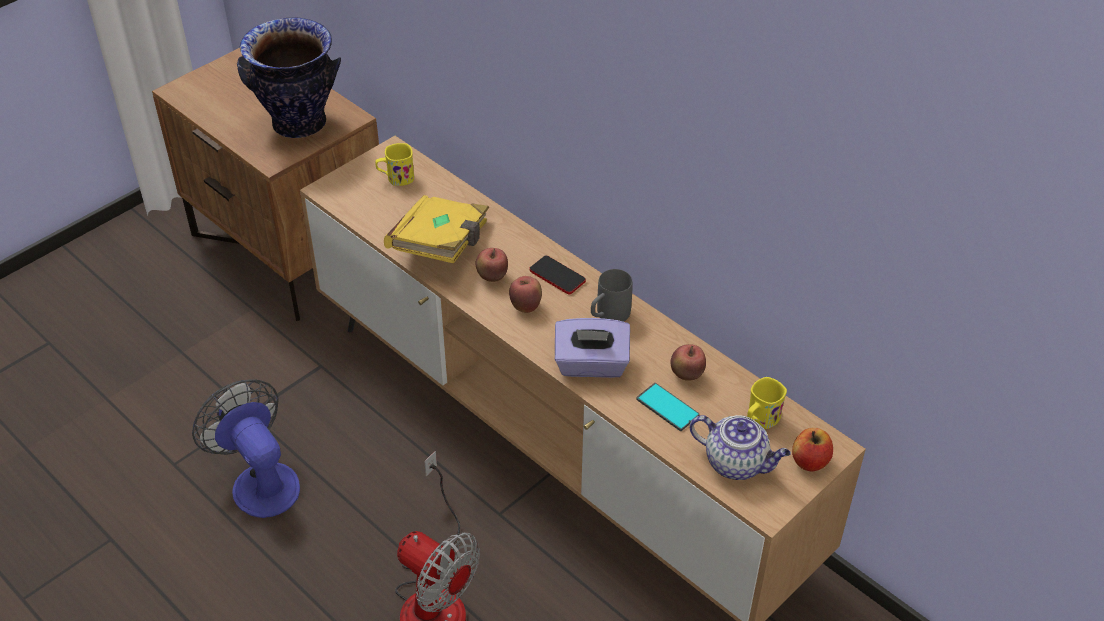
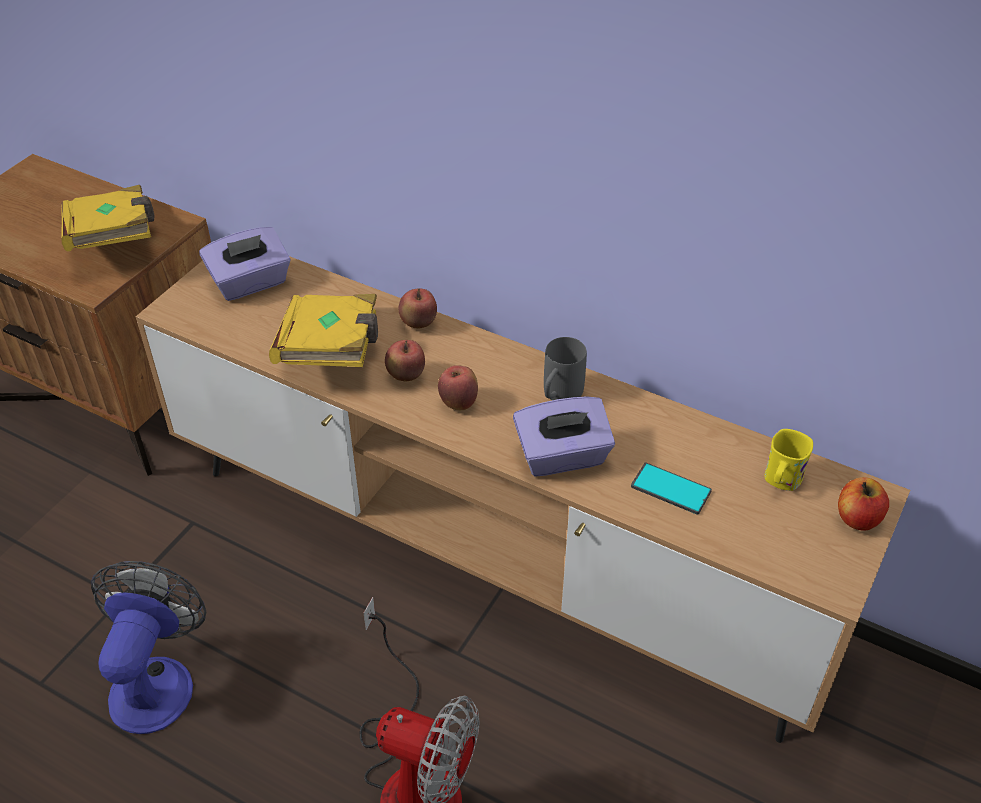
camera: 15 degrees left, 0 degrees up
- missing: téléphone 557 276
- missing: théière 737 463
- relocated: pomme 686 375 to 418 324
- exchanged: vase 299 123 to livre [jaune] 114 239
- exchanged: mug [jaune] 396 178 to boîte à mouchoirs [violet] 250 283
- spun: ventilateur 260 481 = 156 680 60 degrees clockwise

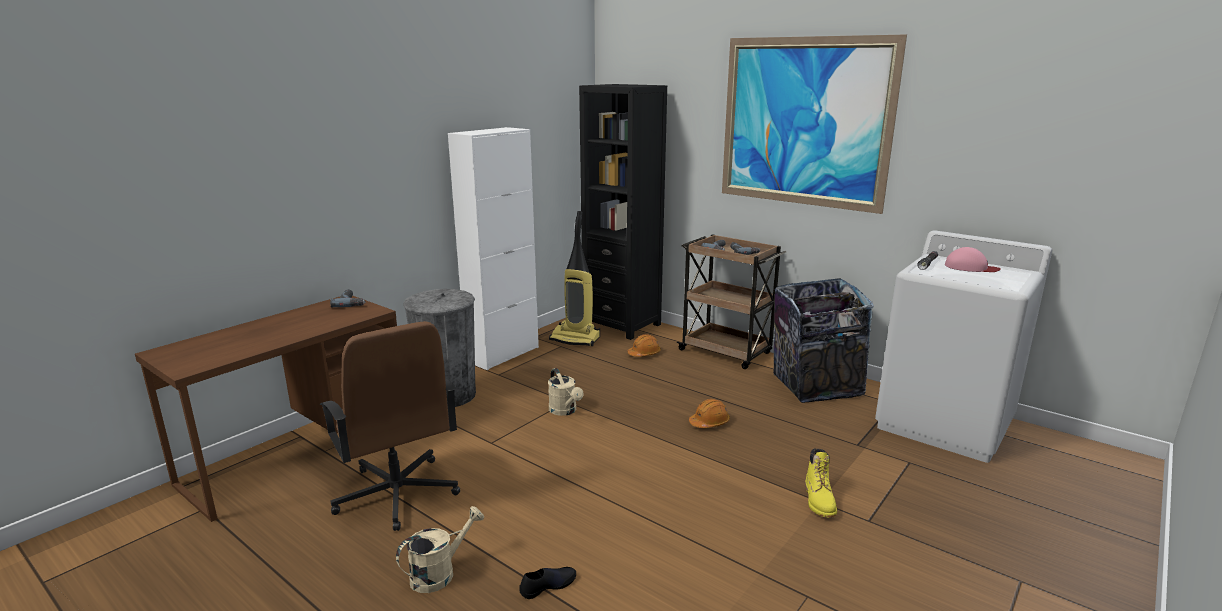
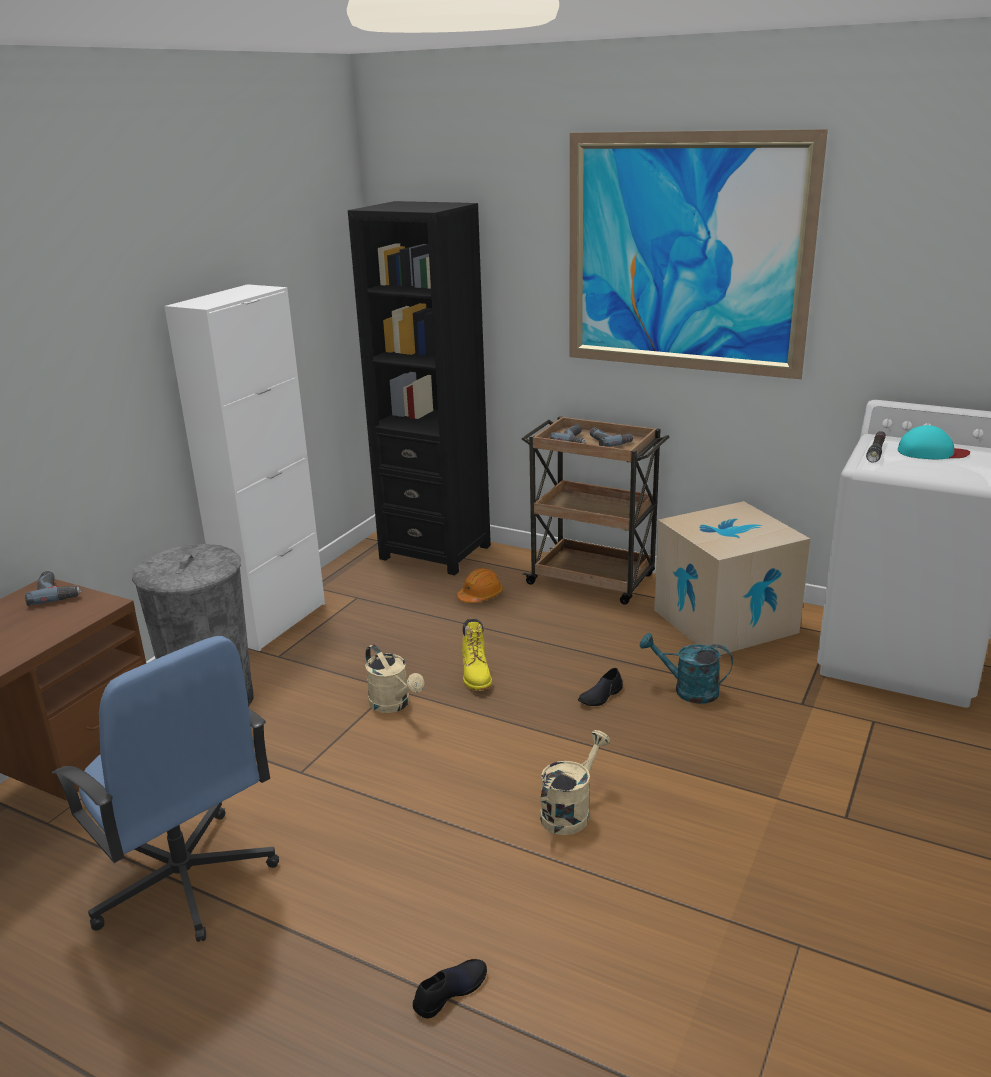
camera: 10 degrees left, 5 degrees up
- missing: aspirateur 576 339
- appeared: arrosoir [turquoise] 688 690
- relocated: arrosoir [beige] 440 573 to 570 811
- relocated: botte [jaune] 819 501 to 476 675
- exchanged: casque de chantier [orange] 709 422 to chaussure [noir] 600 696
- exchanged: poubelle 815 387 to carton 724 621
- colour: chaise de bureau [marron] 397 494 to chaise de bureau [bleu] 184 880
- colour: casquette [rose] 970 267 to casquette [turquoise] 931 452

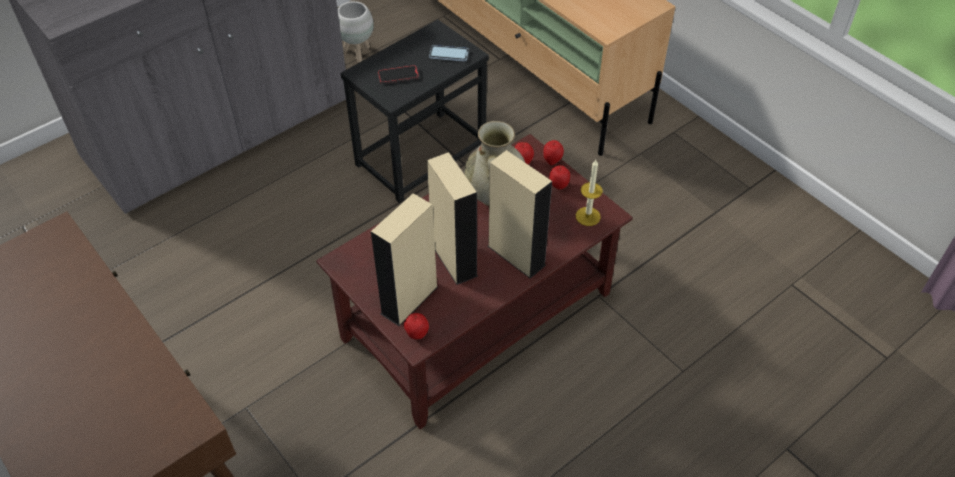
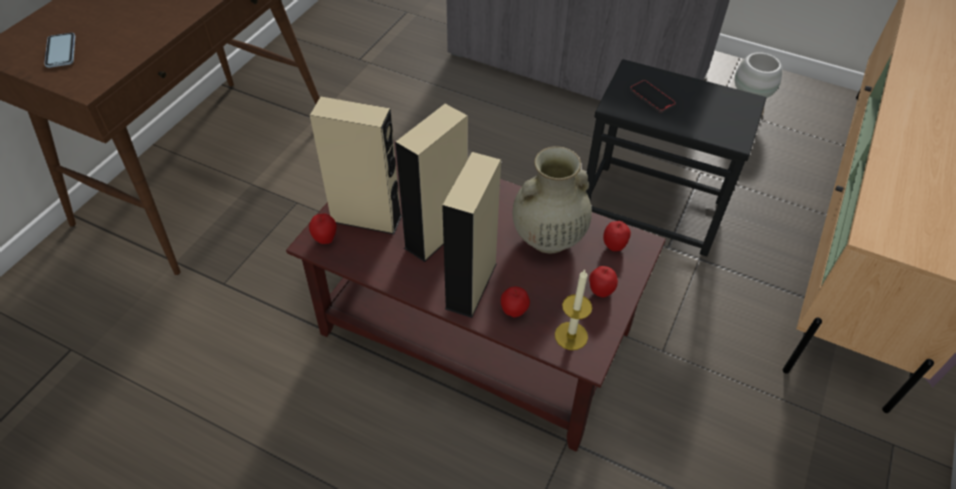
camera: 65 degrees right, 0 degrees up
- relocated: téléphone 449 54 to 61 51
- relocated: pomme 552 161 to 514 312

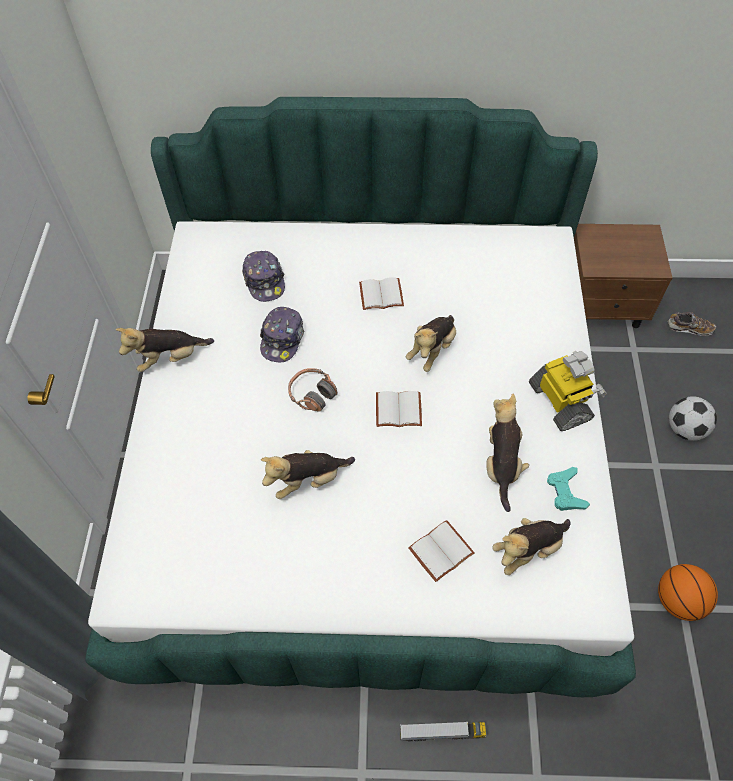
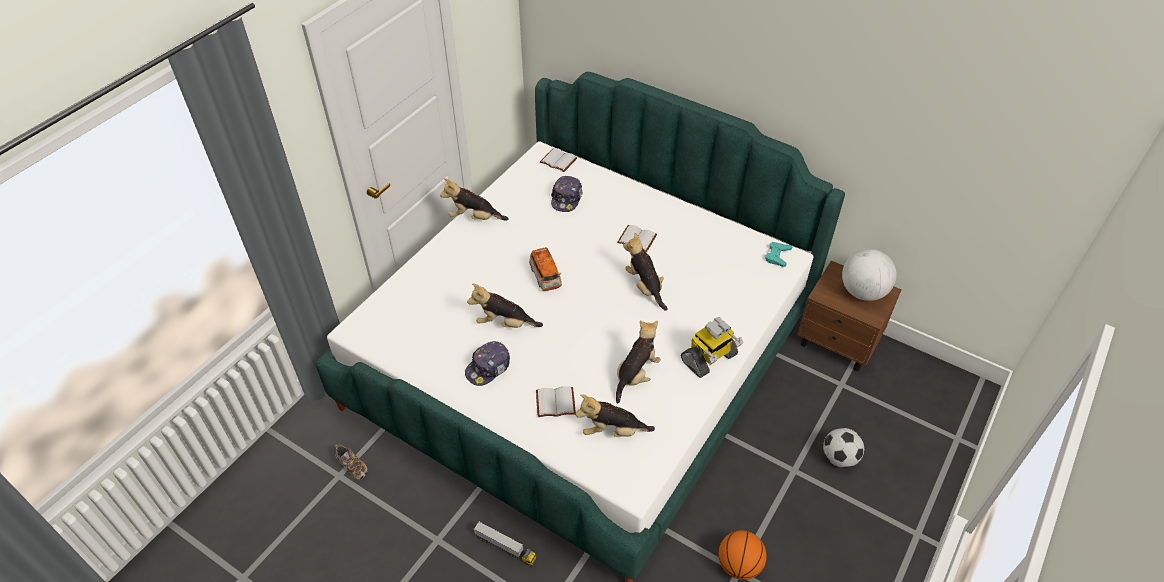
camera: 30 degrees right, 10 degrees down
- appeared: globe 863 292
- relocated: casquette 282 339 to 488 368
- relocated: livre [blanc] 397 411 to 557 161
- relocated: manette [turquoise] 565 492 to 777 256
- relocated: chaussure 689 328 to 352 466
- exchanged: casque audio 312 394 to petite voiture 545 277
- spun: peluche 432 350 = 645 287 90 degrees clockwise
- spun: robot jouet 561 402 = 709 358 45 degrees clockwise

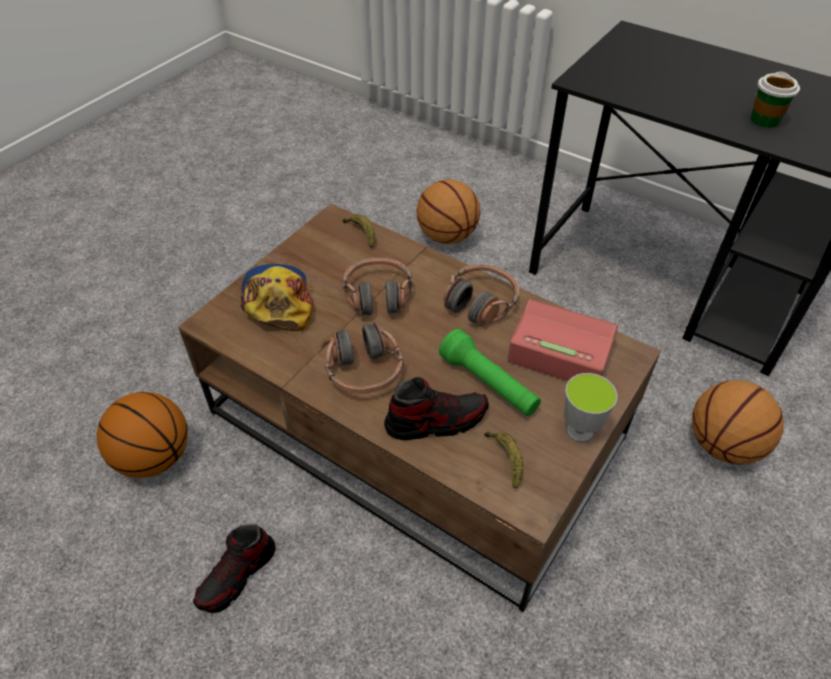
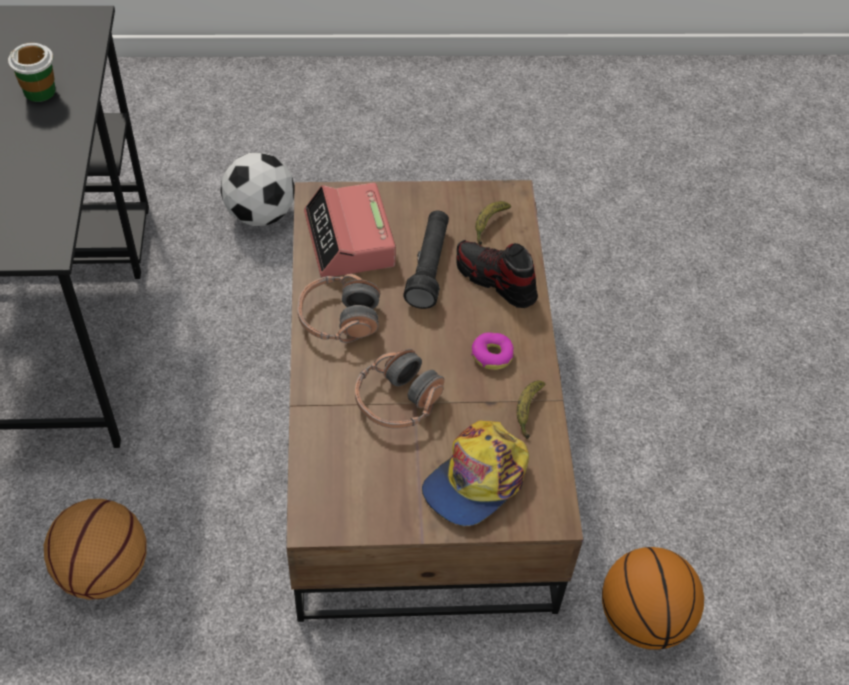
camera: 130 degrees left, 5 degrees up
- missing: chaussure 237 575
- missing: tasse 579 431
- relocated: banane 361 233 to 527 411
- exchanged: casque audio 364 370 to beignet 492 355
- exchanged: ballon de basket 723 446 to ballon de foot 260 214
- colour: lampe de poche [vert] 489 384 to lampe de poche [noir] 429 267

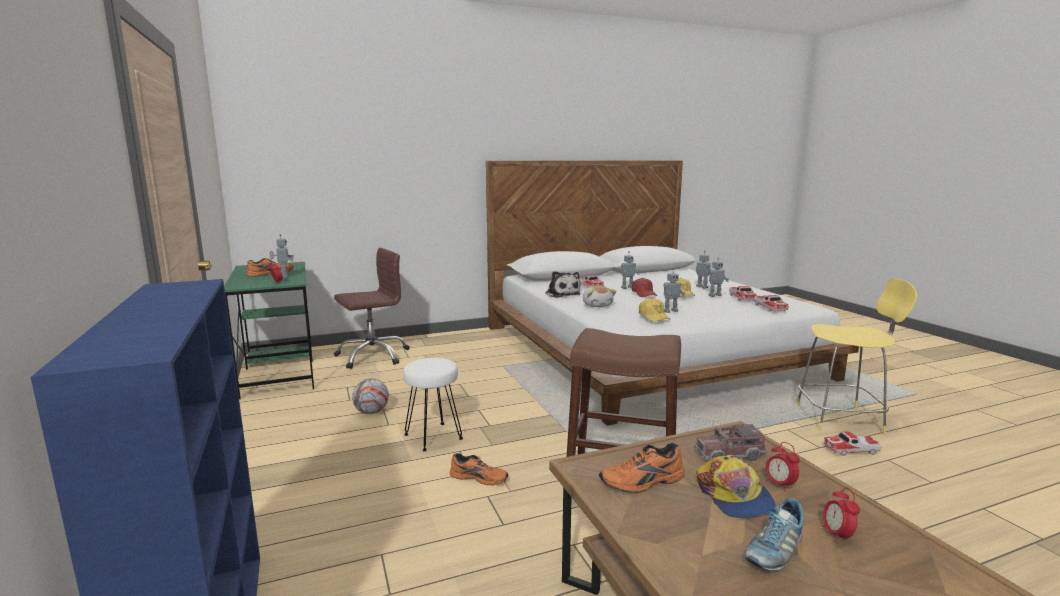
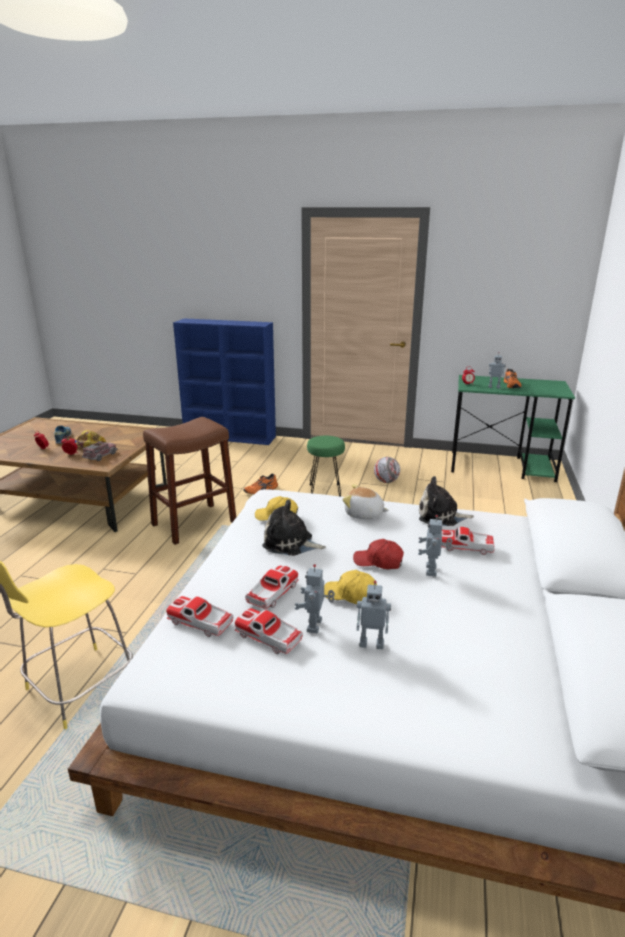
camera: 125 degrees right, 10 degrees up
- missing: chaise de bureau [marron] 372 356
- missing: chaussure [orange] 643 482
- relocated: petite voiture 851 450 to 272 593
- exchanged: robot jouet 670 311 to peluche 290 543
- colour: tabouret [blanc] 433 436 to tabouret [vert] 325 490

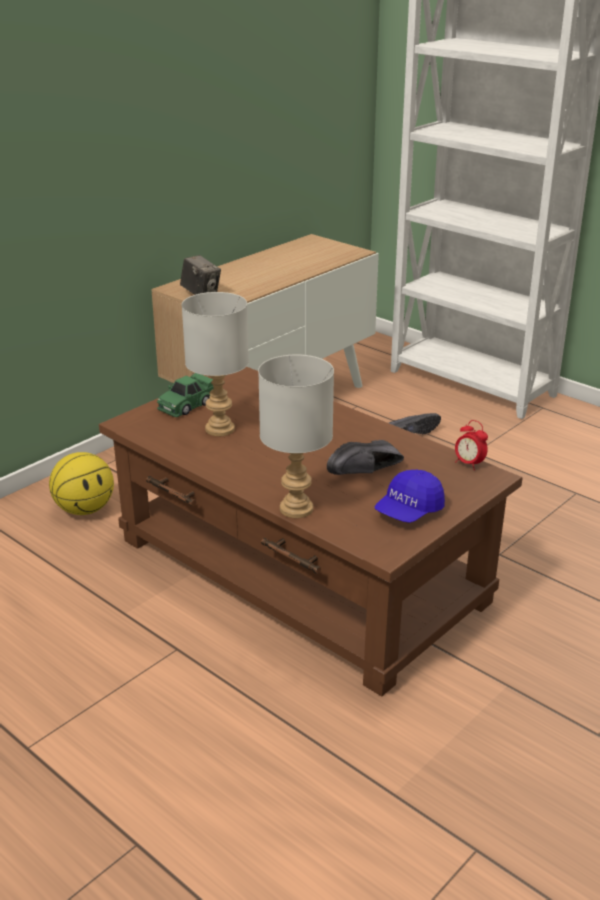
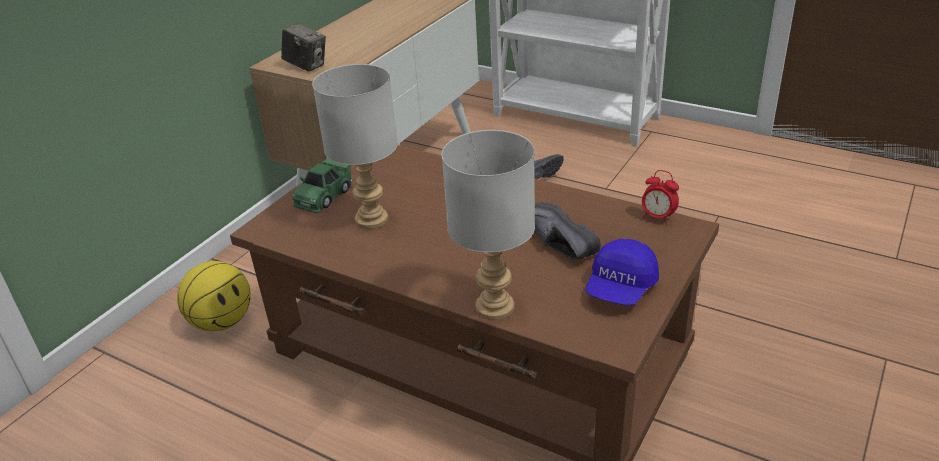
camera: 10 degrees left, 5 degrees up
- spun: chaussure [noir] 367 473 = 554 247 90 degrees clockwise

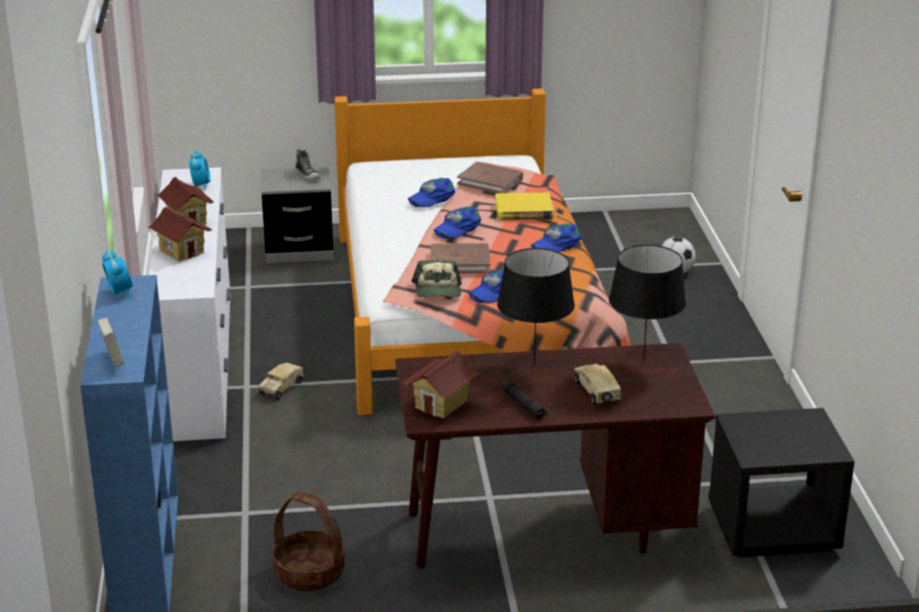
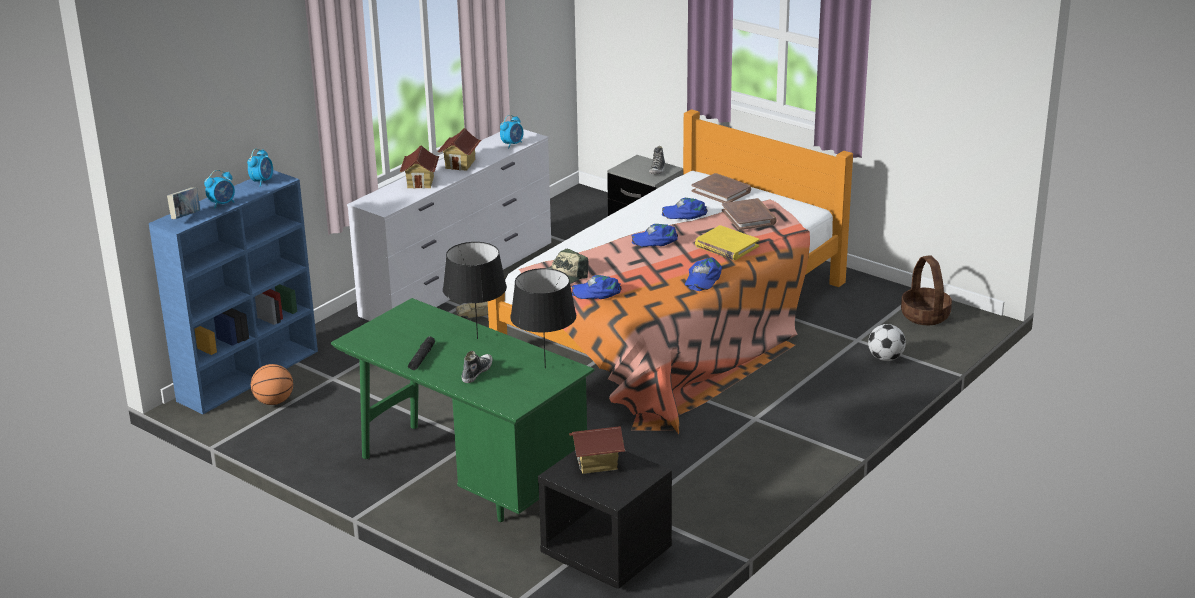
camera: 45 degrees right, 0 degrees up
- appeared: réveil 222 204
- appeared: ballon de basket 274 402
- relocated: panier 310 573 to 925 315
- relocated: maison miniature 442 404 to 597 464
- relocated: livre [marron] 460 262 to 721 191
- exchanged: camion jouet 597 393 to chaussure 476 372
- colour: bureau [marron] 545 532 to bureau [vert] 467 477
- spun: casquette [bleu] 556 244 = 702 279 75 degrees counterclockwise

